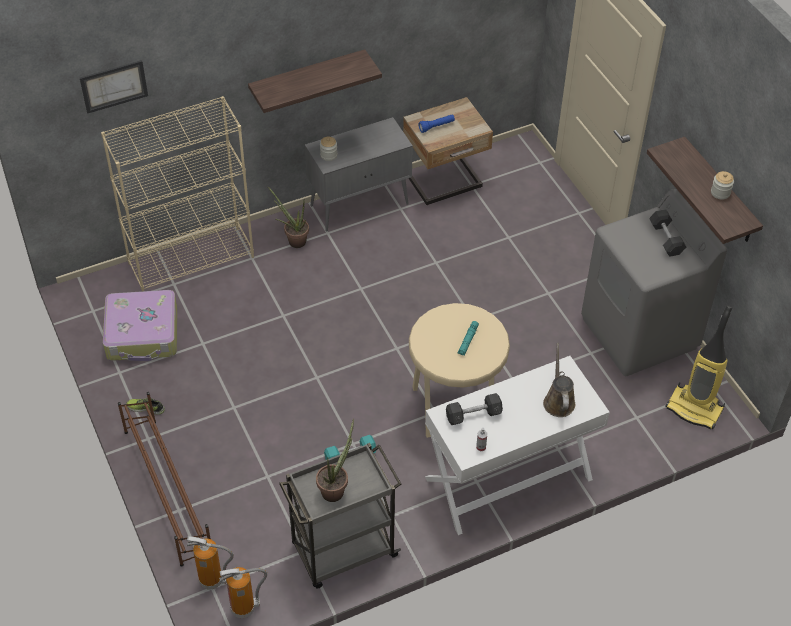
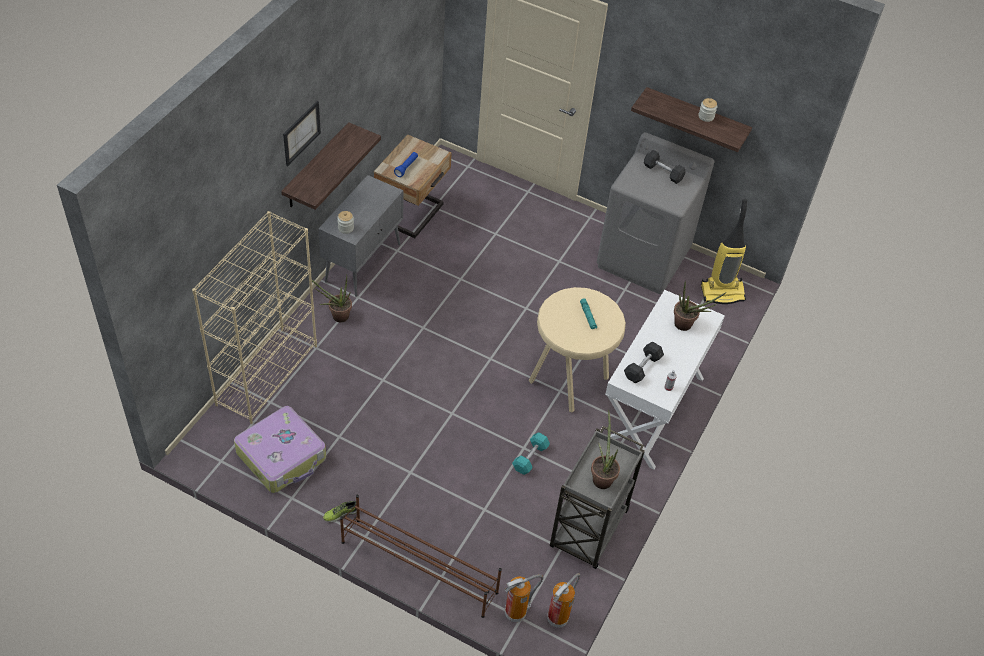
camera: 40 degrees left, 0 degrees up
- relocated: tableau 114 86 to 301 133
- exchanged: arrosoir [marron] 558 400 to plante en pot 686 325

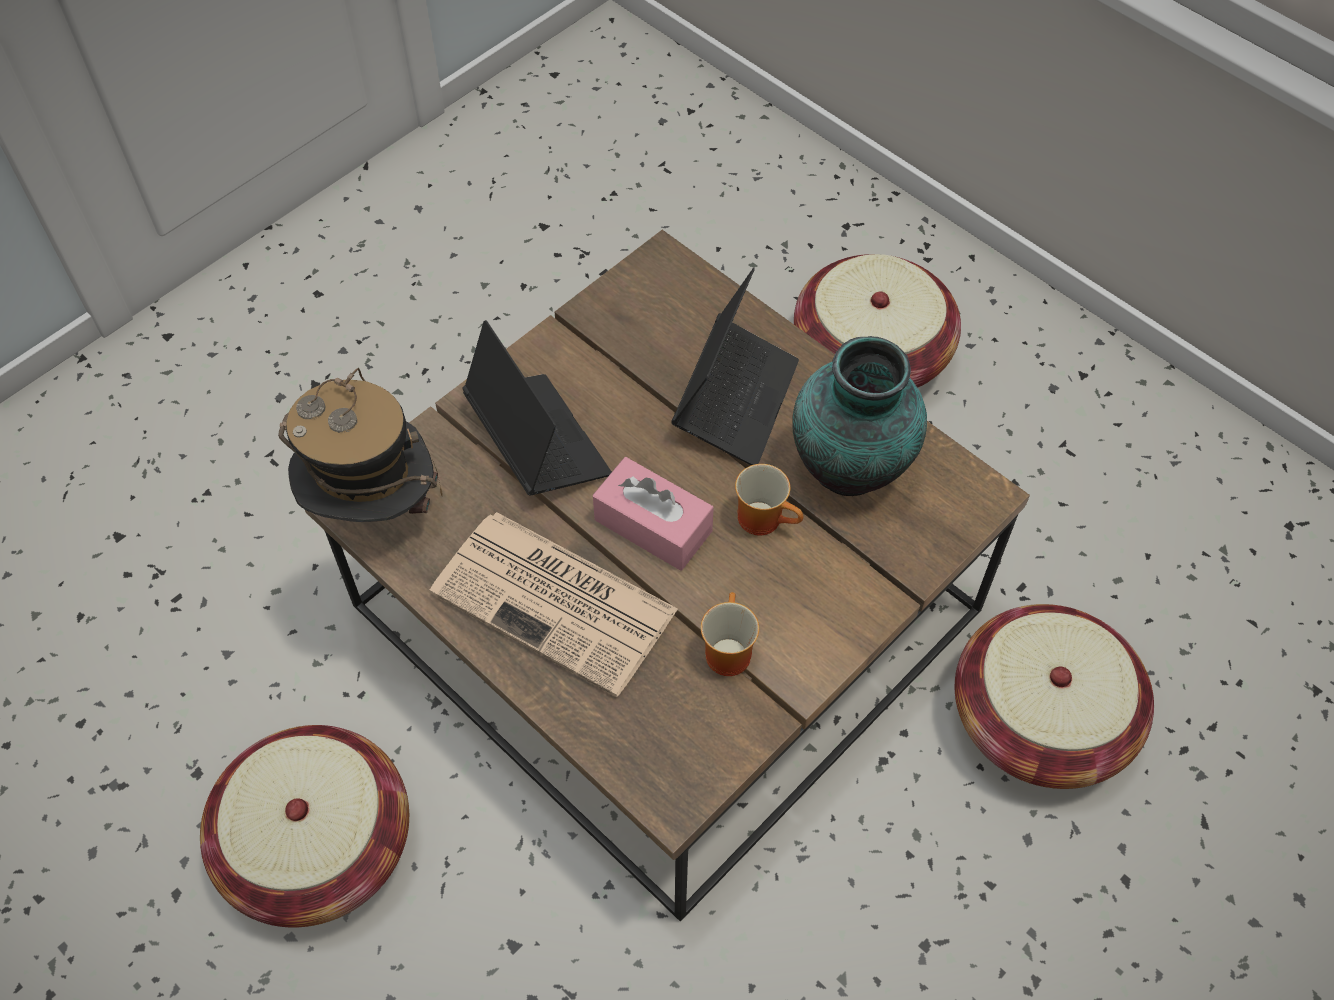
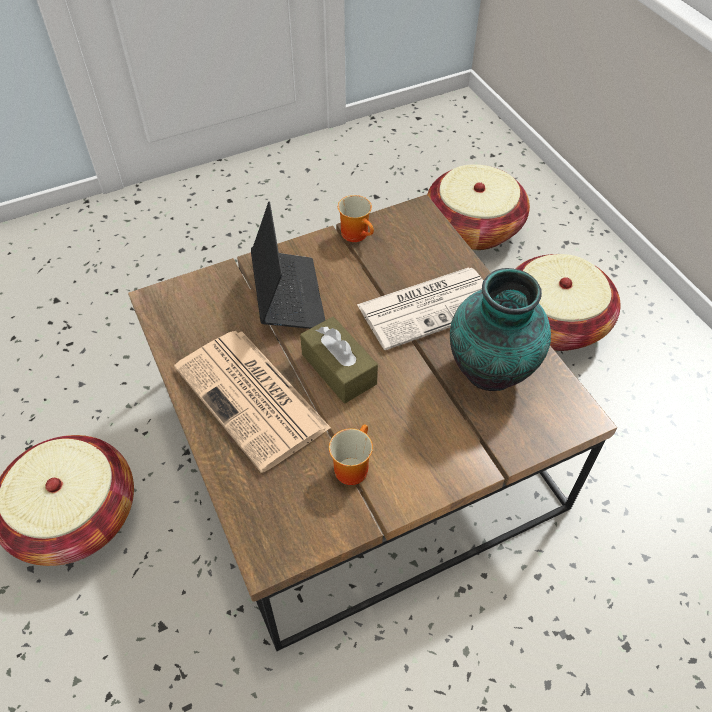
camera: 20 degrees right, 5 degrees down
- missing: chapeau 373 510
- relocated: mug 765 517 to 358 234
- relocated: panier 1040 719 to 473 227
- exchanged: ordinateur portable 735 400 to journal 429 306
- colour: boîte à mouchoirs [rose] 653 525 to boîte à mouchoirs [marron] 339 369

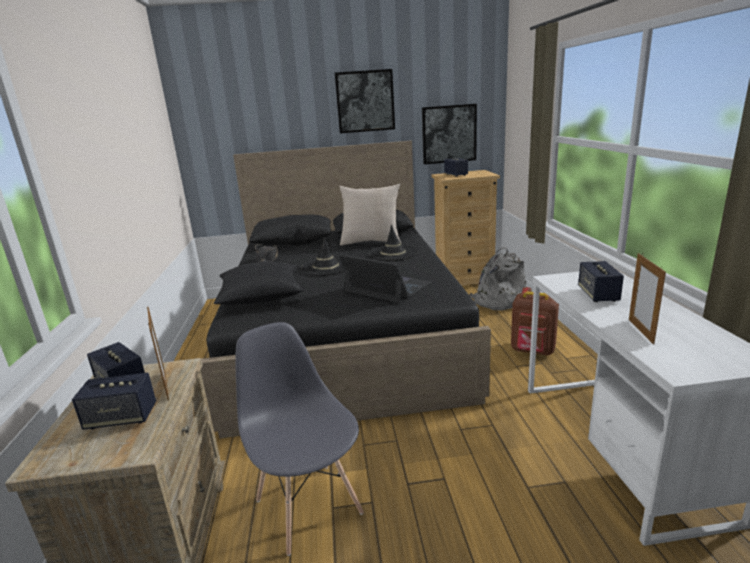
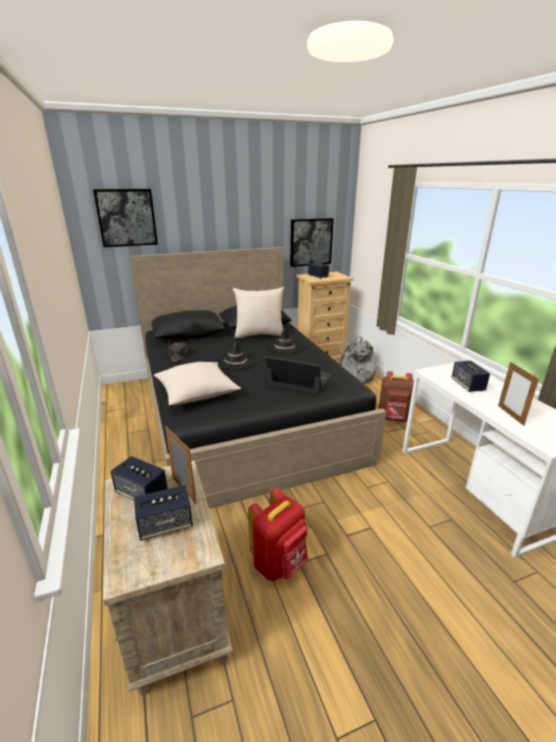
camera: 15 degrees left, 5 degrees up
- relocated: tableau 365 101 to 126 218
- exchanged: chaise [gris] 308 505 to sac à dos [rouge] 279 563
- colour: coussin [noir] 261 297 to coussin [beige] 196 393

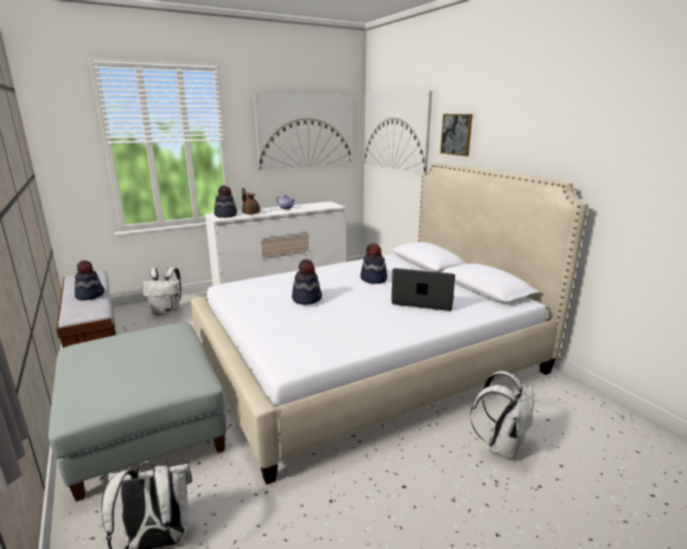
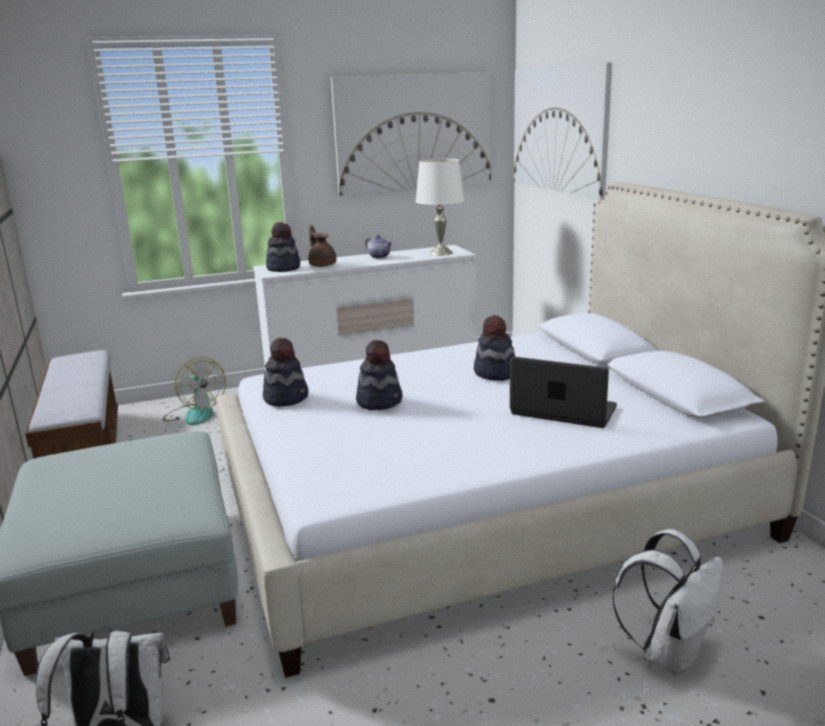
camera: 10 degrees right, 0 degrees up
- missing: tableau 456 134
- appeared: lampe de table [blanc] 441 253
- relocated: chapeau 90 295 to 286 398
- exchanged: sac à dos [blanc] 167 311 to ventilateur 195 414

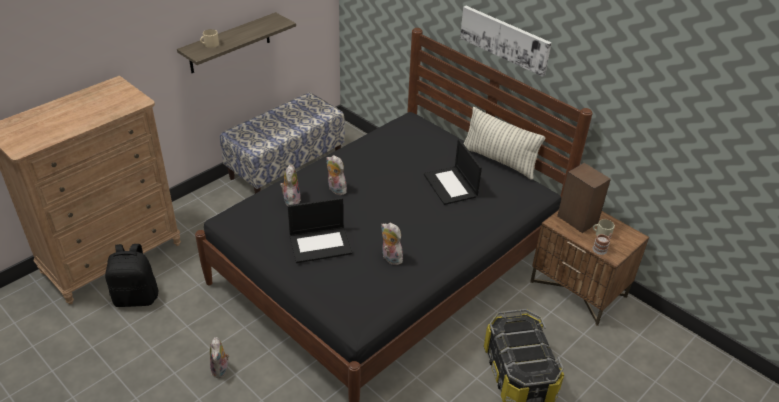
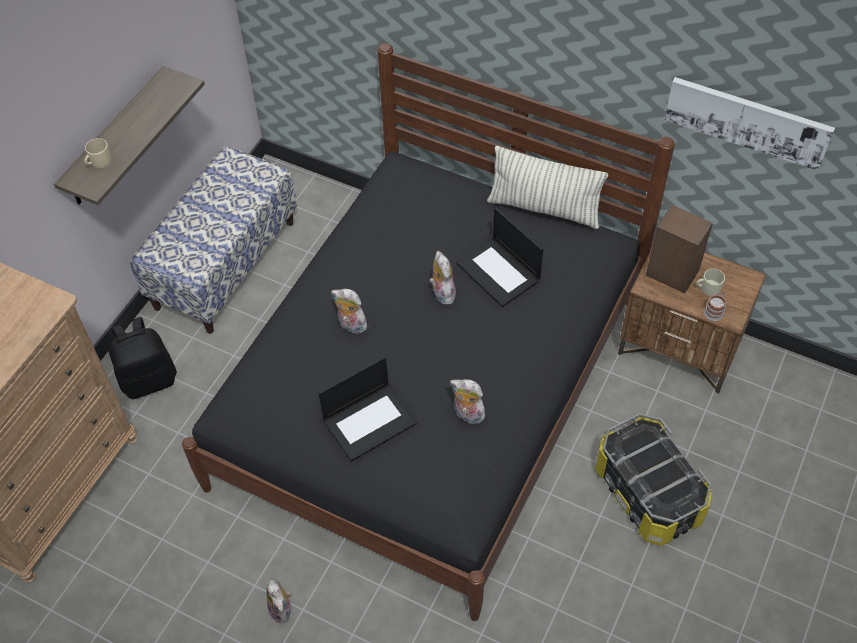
camera: 15 degrees left, 15 degrees up
- relocated: sac à dos [noir] 136 297 to 149 379
- relocated: peluche 291 200 to 442 293
- relocated: tableau 505 39 to 747 121

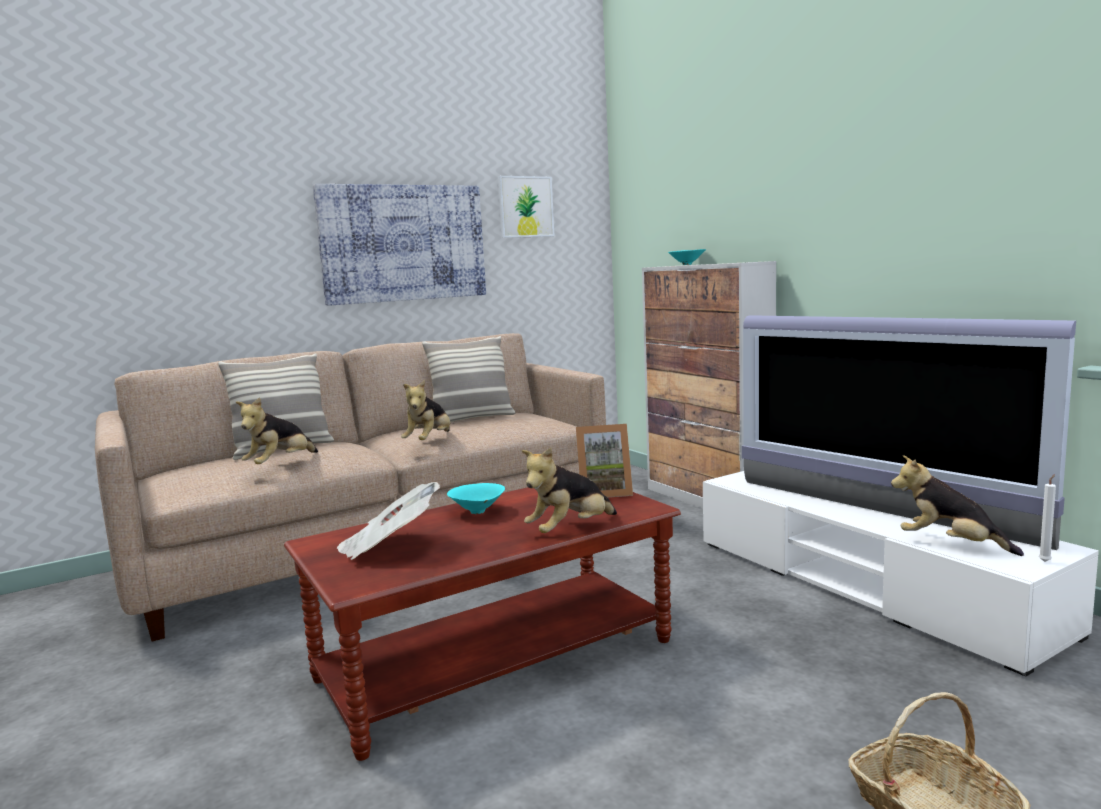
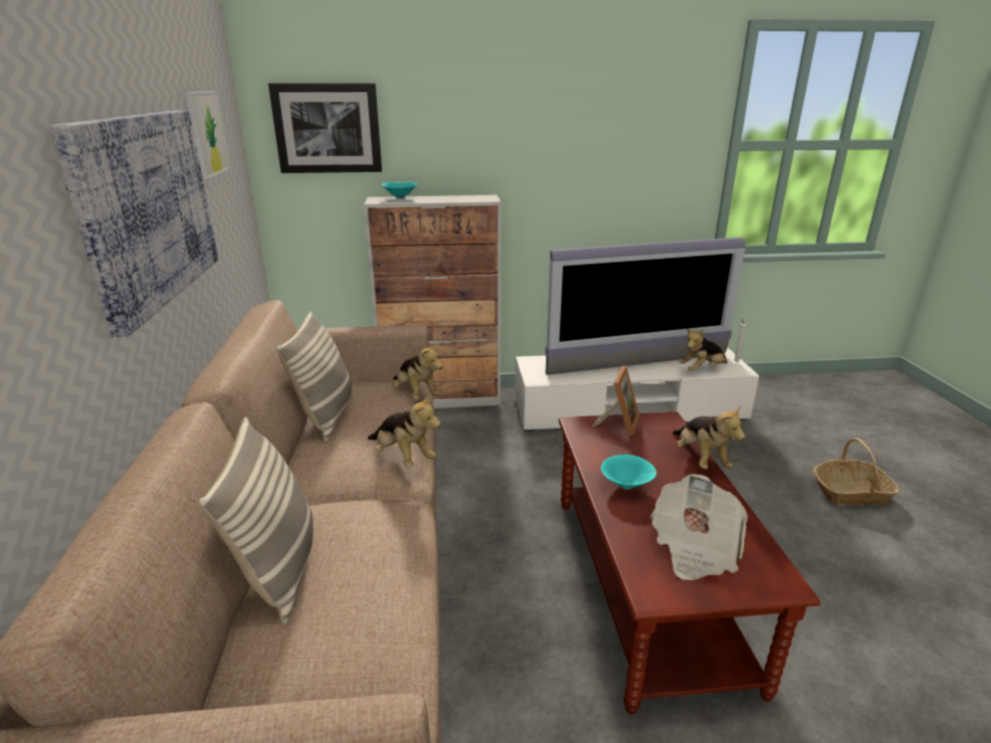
camera: 65 degrees left, 15 degrees up
- appeared: tableau 327 128
- relocated: peluche 280 464 to 416 394

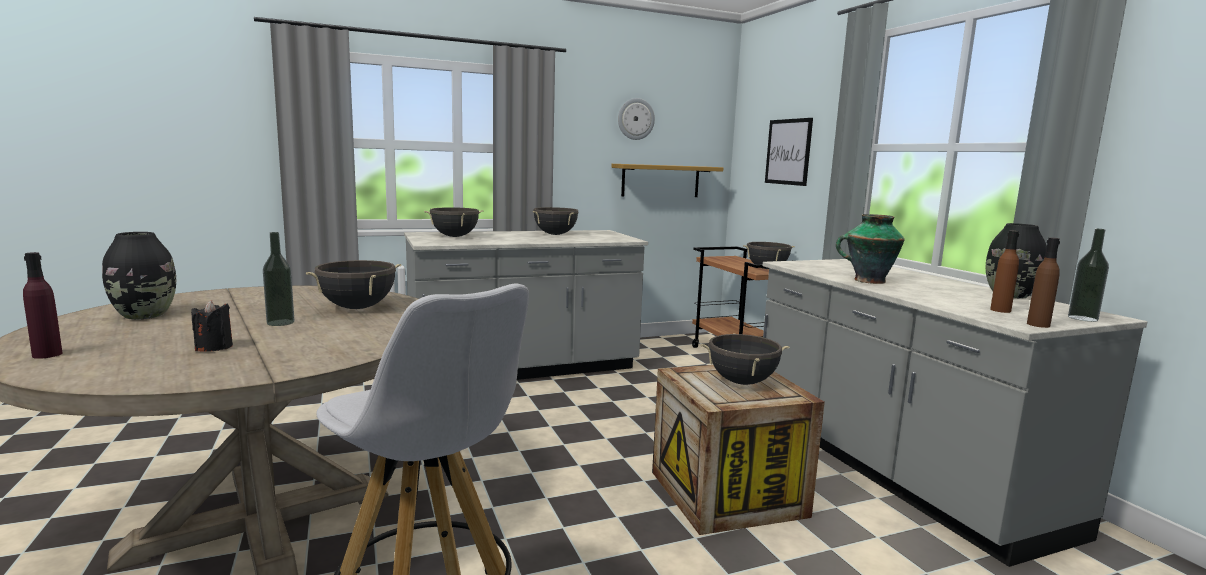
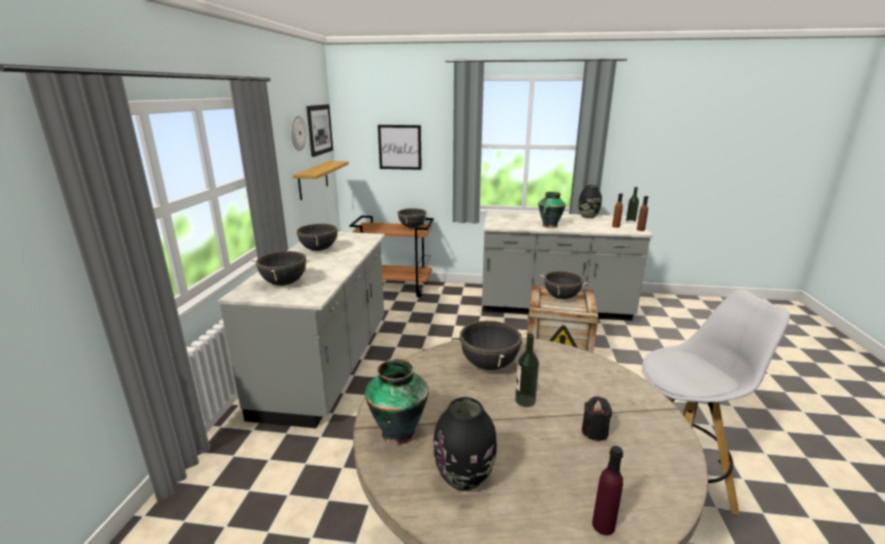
camera: 60 degrees left, 10 degrees up
- appeared: tableau 319 129
- appeared: vase 399 431

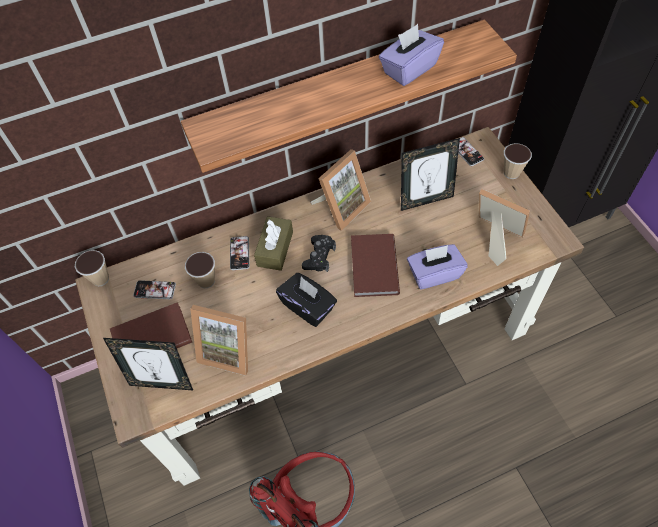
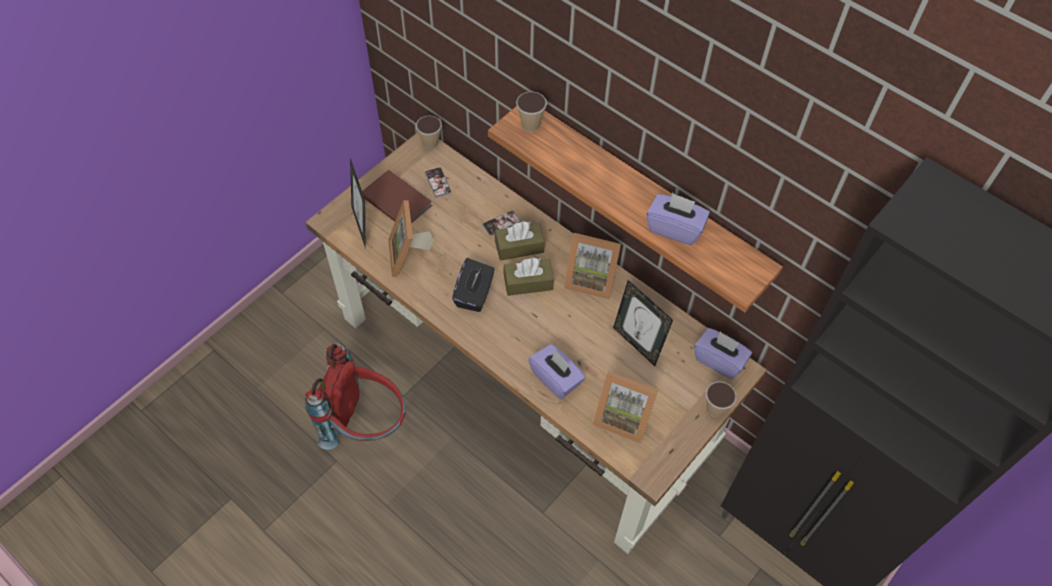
camera: 60 degrees right, 0 degrees up
- missing: livre [marron] 372 267
- relocated: tasse 206 281 to 530 125
- exchanged: manette [noir] 319 257 to boîte à mouchoirs [marron] 528 282
- exchanged: téléphone 466 152 to boîte à mouchoirs [violet] 719 360
- spun: cadre photo 494 238 = 623 416 105 degrees clockwise

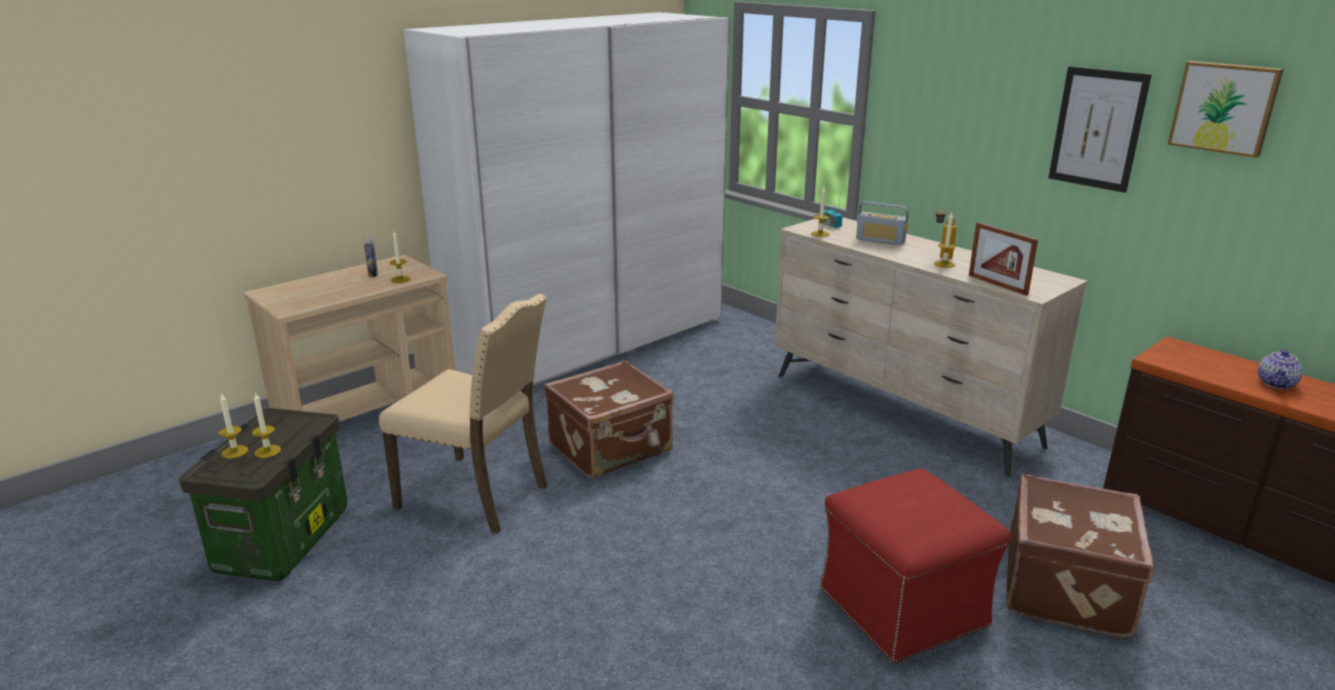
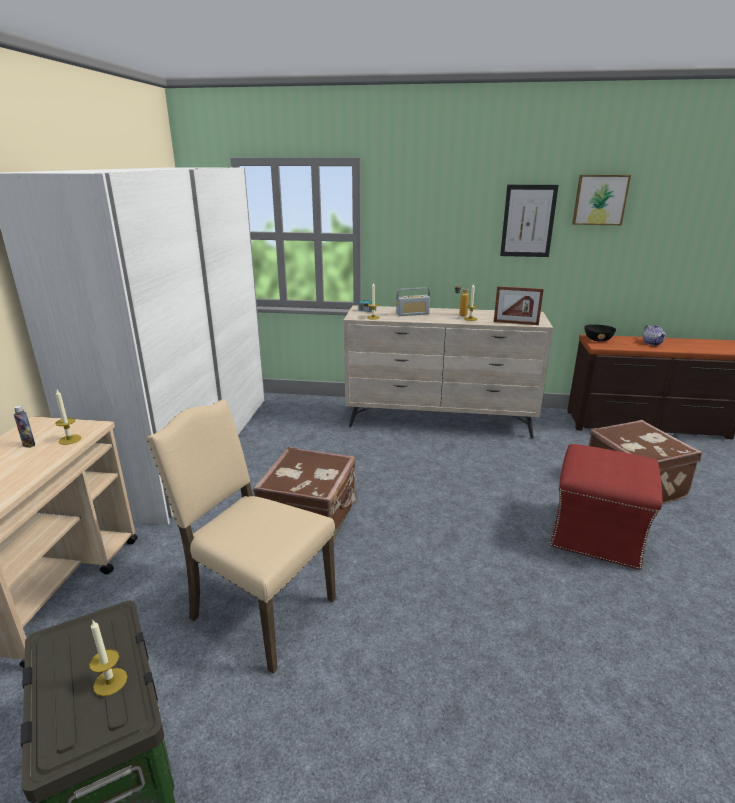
camera: 40 degrees left, 0 degrees up
- missing: bougie 235 452
- appeared: bol [noir] 598 340
- spun: chaise [beige] 477 496 = 258 609 135 degrees counterclockwise

